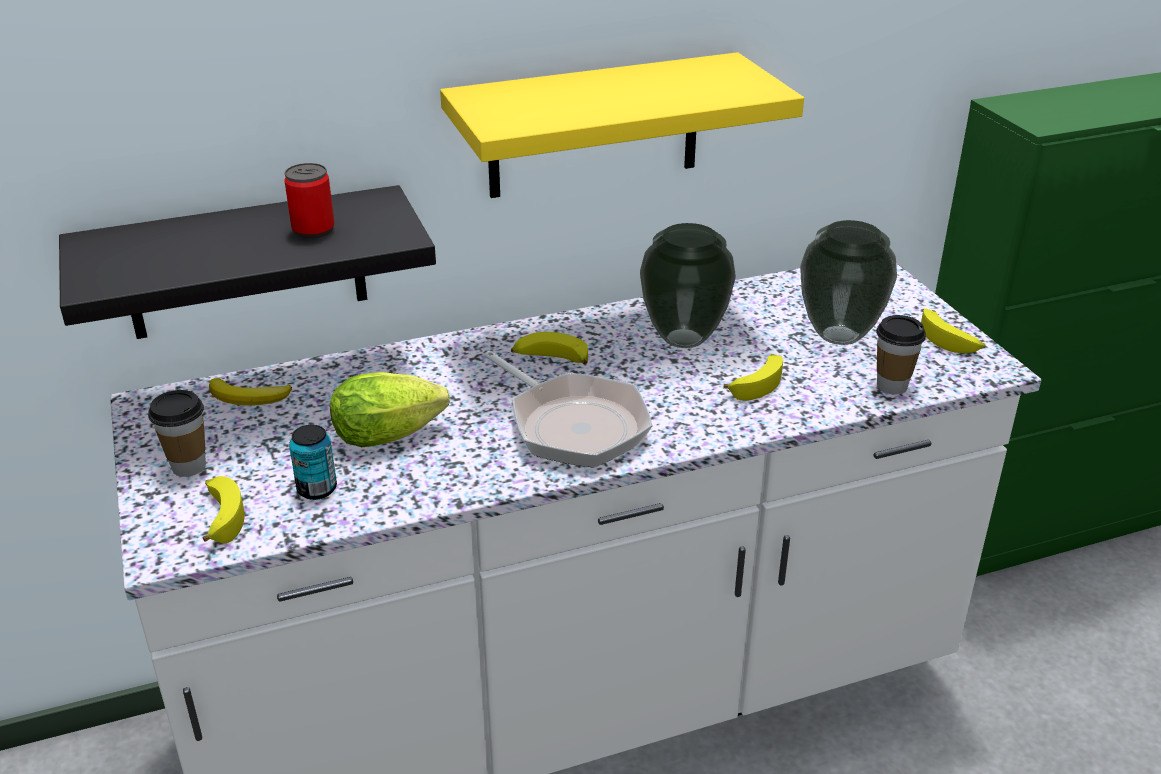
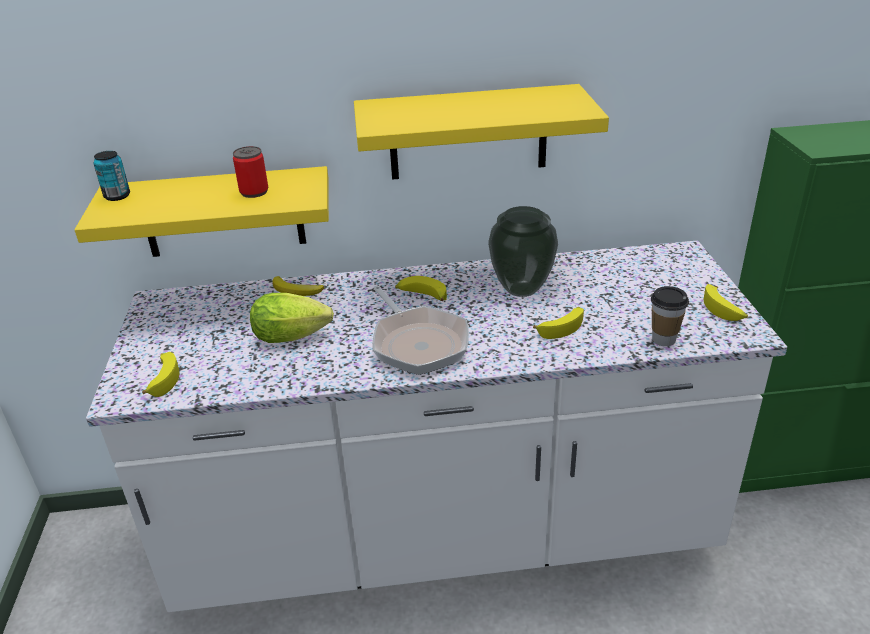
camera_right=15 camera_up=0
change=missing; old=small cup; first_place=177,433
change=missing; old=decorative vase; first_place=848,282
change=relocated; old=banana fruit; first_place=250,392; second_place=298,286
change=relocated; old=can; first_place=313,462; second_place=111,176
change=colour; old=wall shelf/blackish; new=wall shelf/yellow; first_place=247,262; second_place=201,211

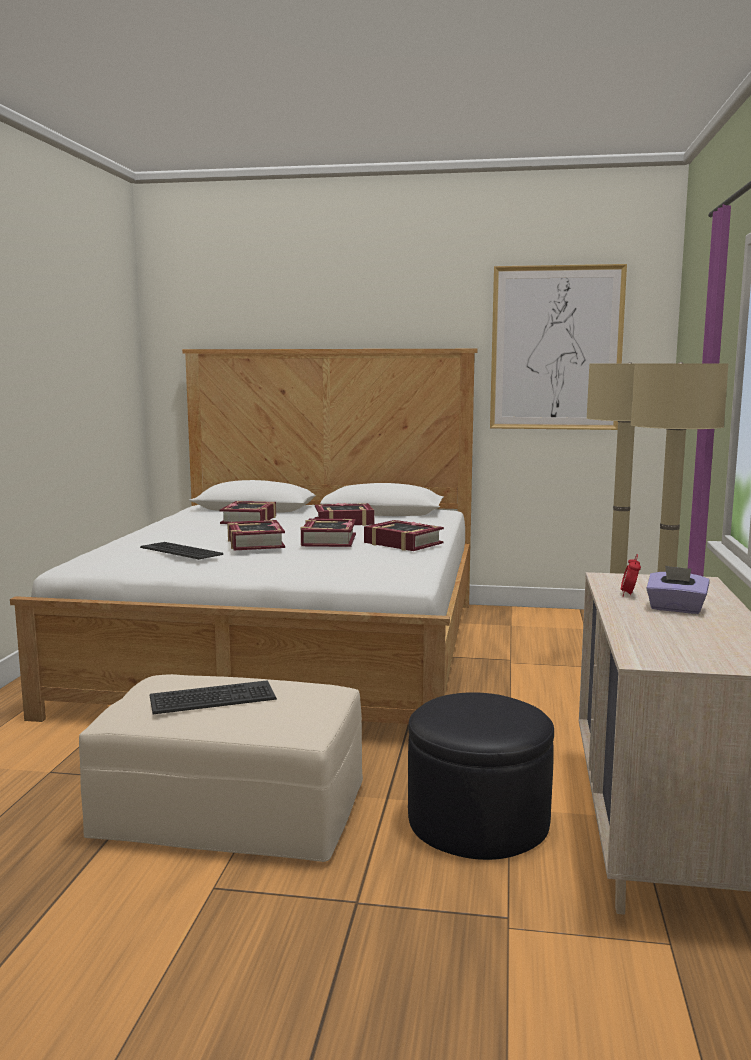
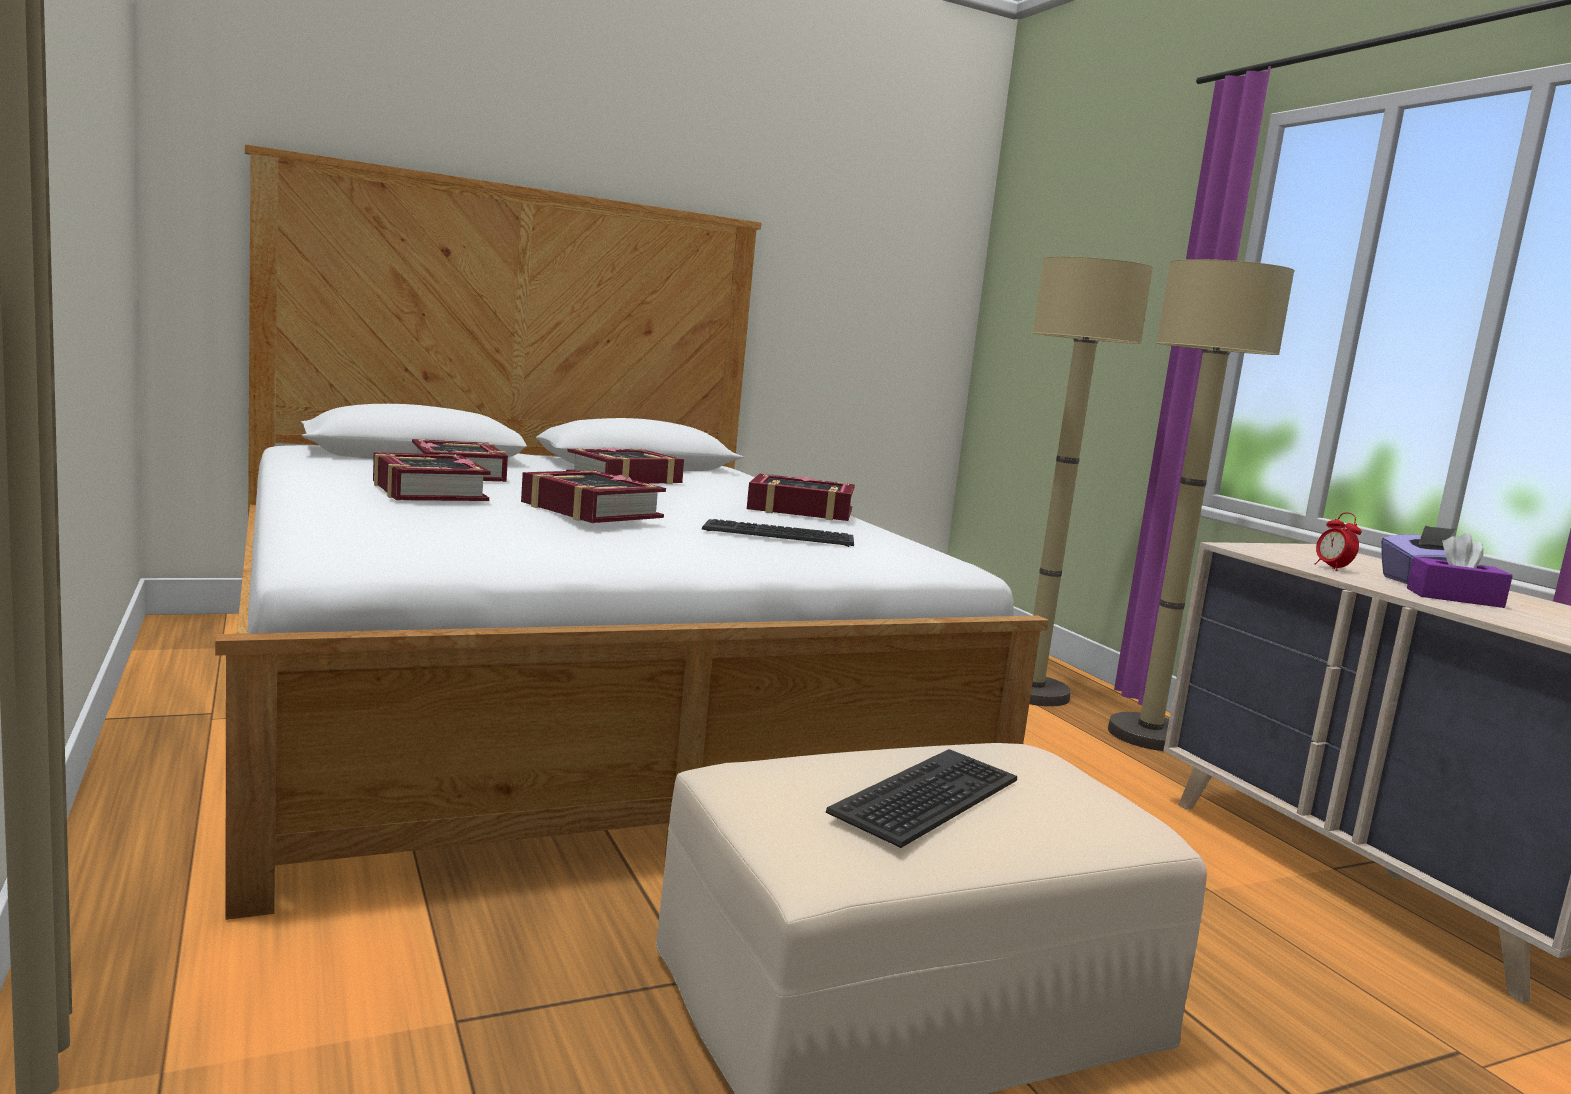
camera_right=-35 camera_up=0
change=missing; old=pouffe/blackish; first_place=481,776
change=missing; old=wall picture; first_place=558,347
change=appeared; new=tissue box/purple-coloured; second_place=1460,570
change=relocated; old=PC keyboard; first_place=181,551; second_place=778,533
change=relocated; old=volume; first_place=328,532; second_place=432,476

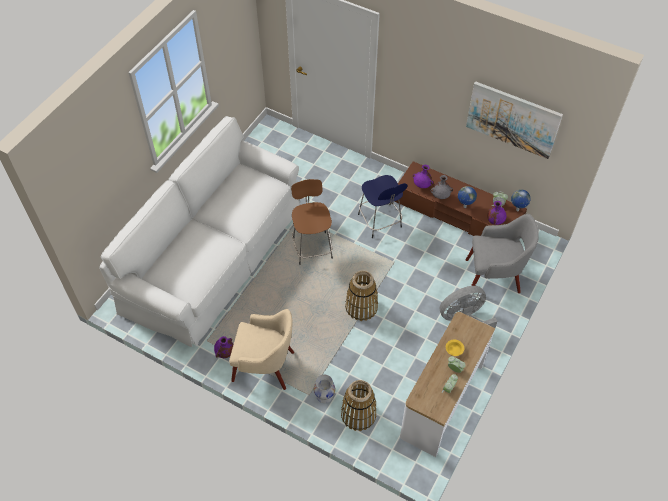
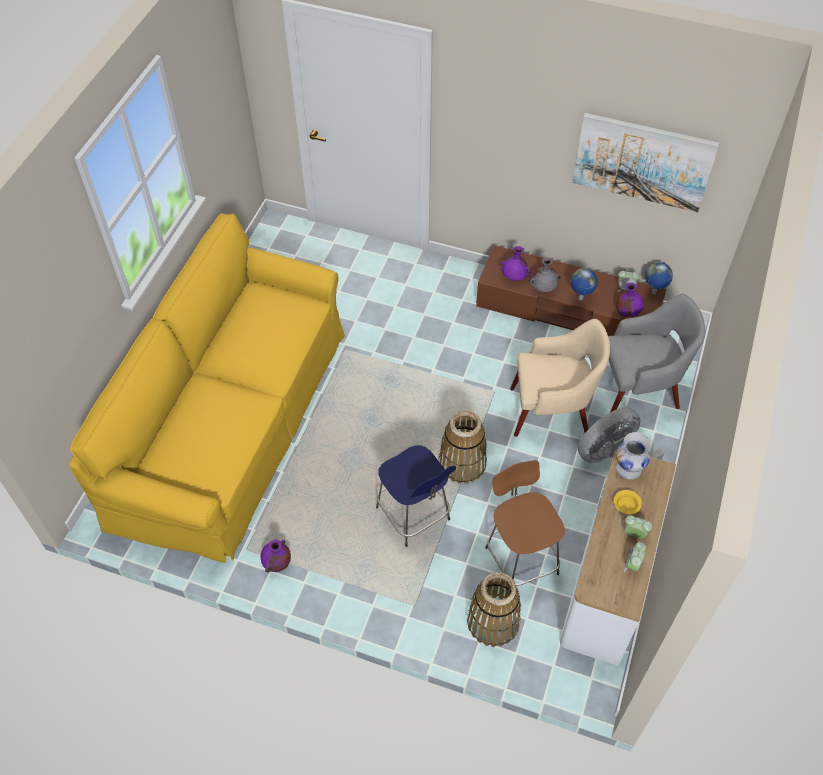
camera_right=-10 camera_up=0
change=relocated; old=armchair/sand-coloured; first_place=261,349; second_place=560,378
change=relocated; old=sitting stool/brown-coloured; first_place=312,222; second_place=525,526
change=relocated; old=decorative vase/white-coloured; first_place=324,389; second_place=633,455
change=relocated; old=sitting stool/blue-coloured; first_place=383,206; second_place=416,496
change=colour; old=couch/white-coloured; new=couch/yellow; first_place=199,231; second_place=207,388

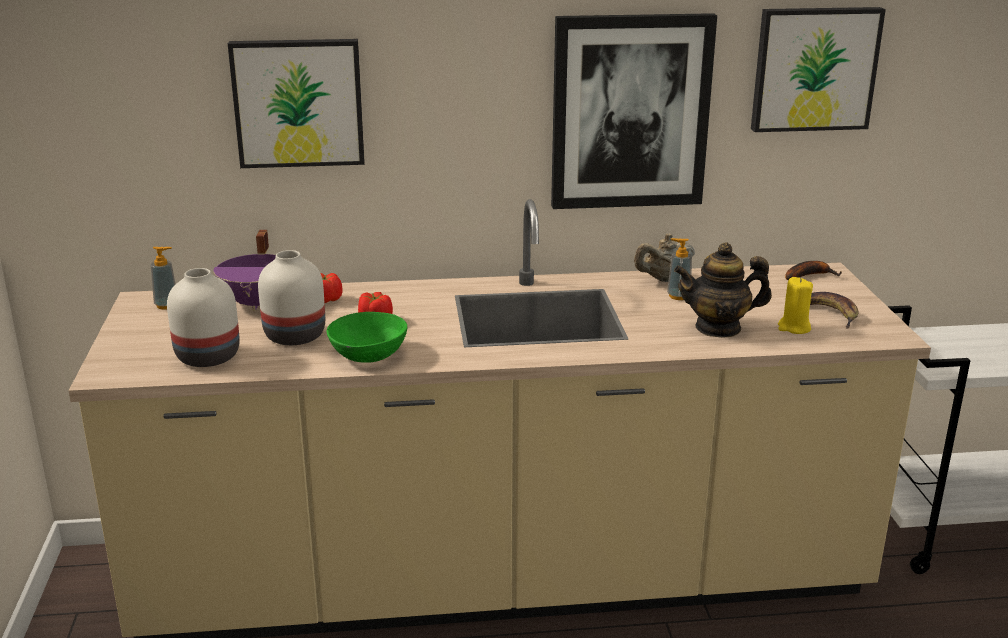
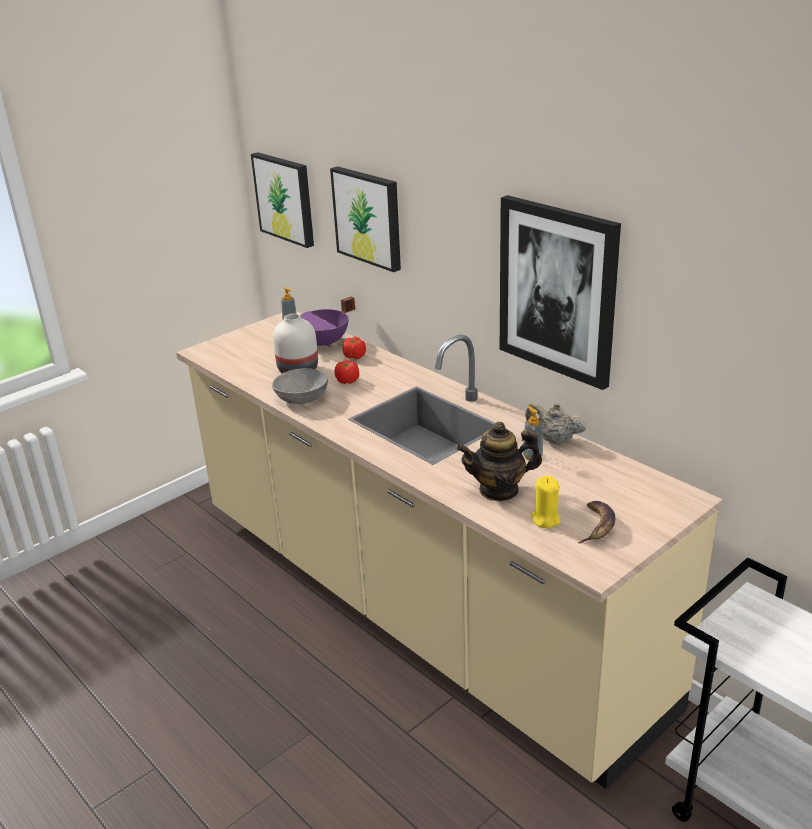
camera_right=55 camera_up=5
change=missing; old=decorative vase/white-coloured; first_place=203,317
change=missing; old=banana fruit; first_place=813,270
change=relocated; old=wall picture; first_place=818,69; second_place=282,200
change=colour; old=bowl/green-coloured; new=bowl/grey; first_place=366,337; second_place=300,386
change=spun; old=pot for tea; first_place=723,290; second_place=499,461; degrees=-60

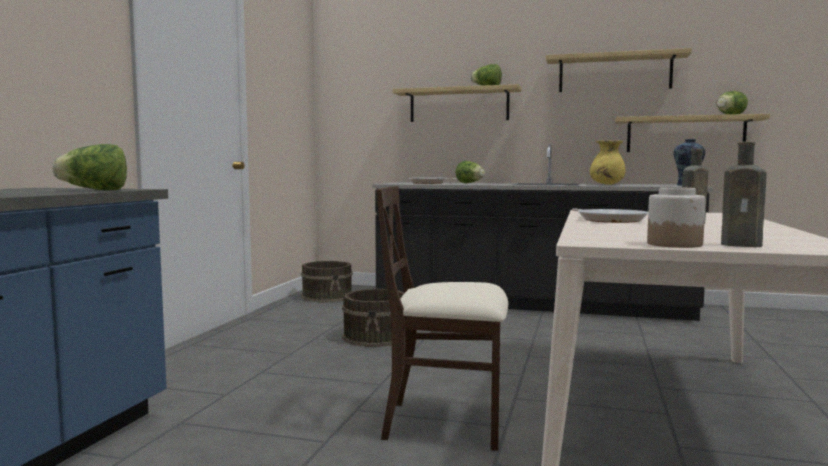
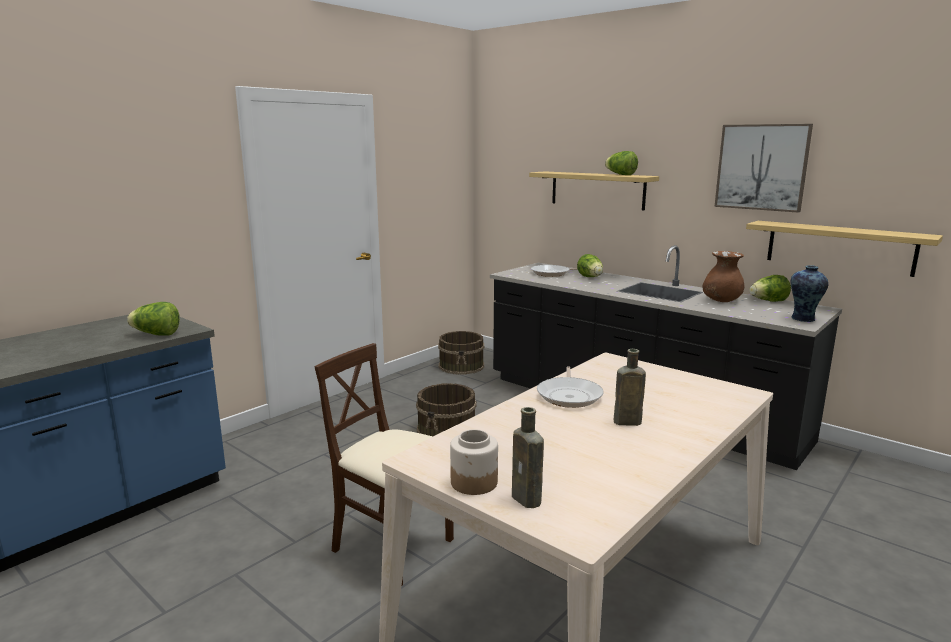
camera_right=25 camera_up=10
change=relocated; old=head of lettuce; first_place=732,103; second_place=770,288
change=exchanged; old=wall shelf; new=wall picture; first_place=619,70; second_place=763,168
change=colour; old=decorative vase/yellow; new=decorative vase/brown-coloured; first_place=607,162; second_place=723,276

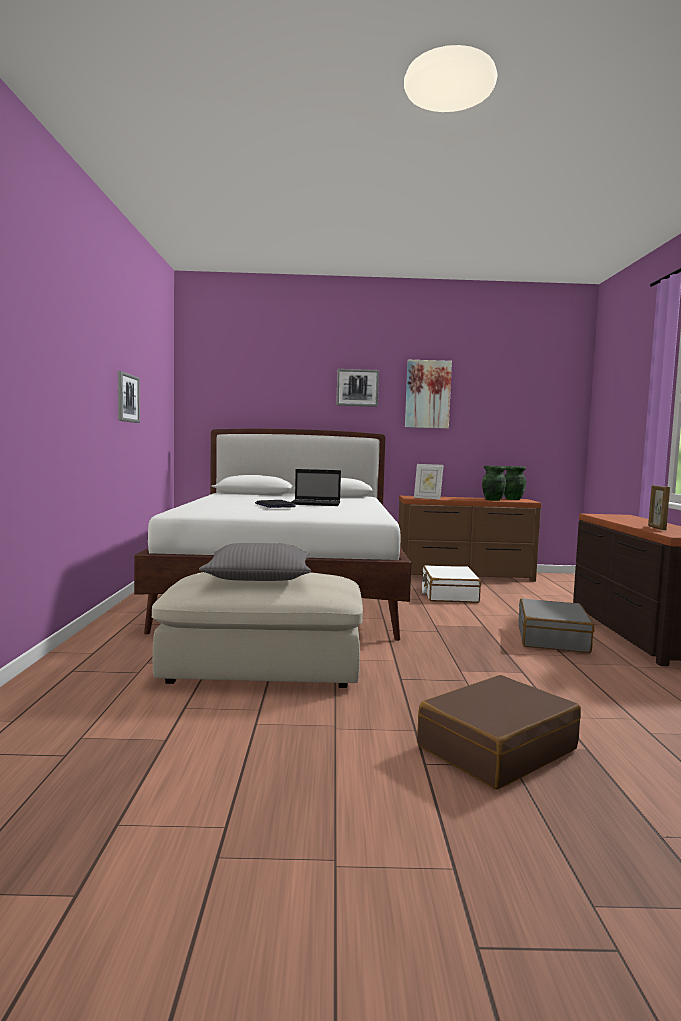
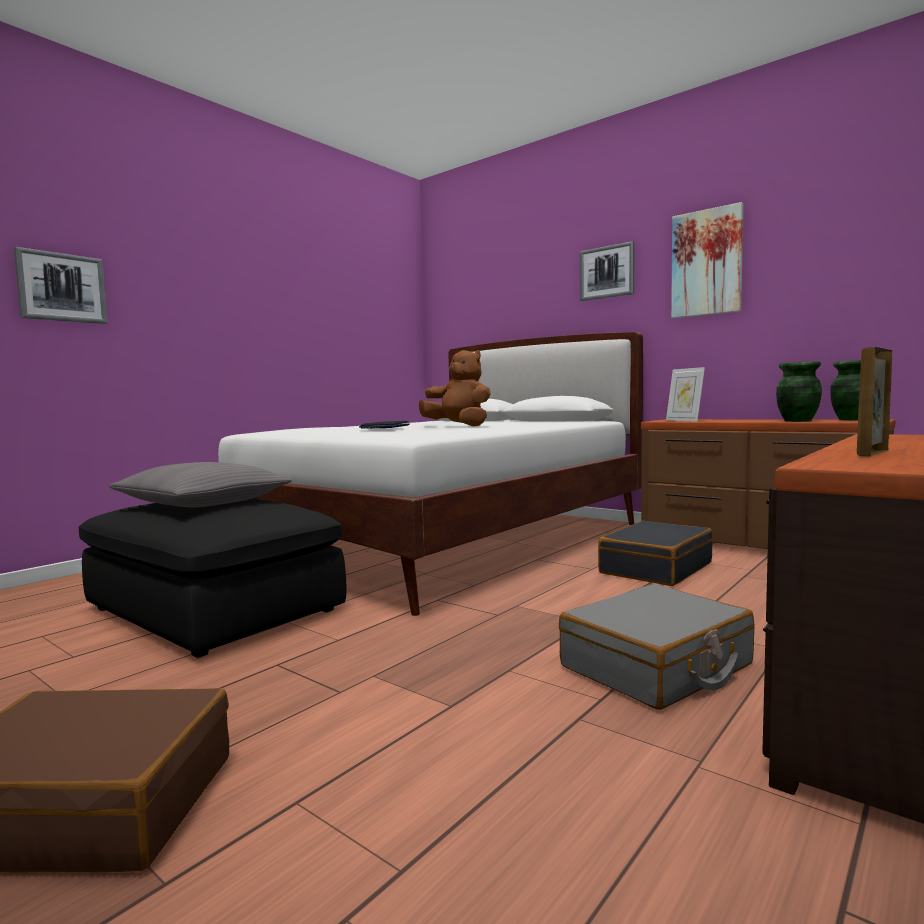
camera_right=40 camera_up=0
change=relocated; old=wall picture; first_place=129,397; second_place=61,285
change=exchanged; old=portable computer; new=cuddly toy/brown-coloured; first_place=316,487; second_place=455,388
change=colour; old=pouffe/sand-coloured; new=pouffe/blackish; first_place=257,630; second_place=212,578
change=colour; old=suitcase/white-coloured; new=suitcase/blackish; first_place=451,584; second_place=655,553

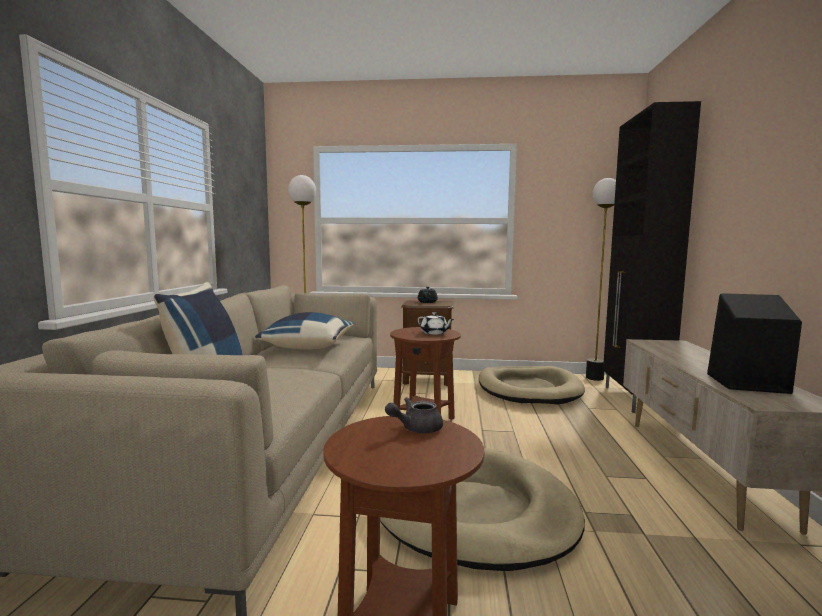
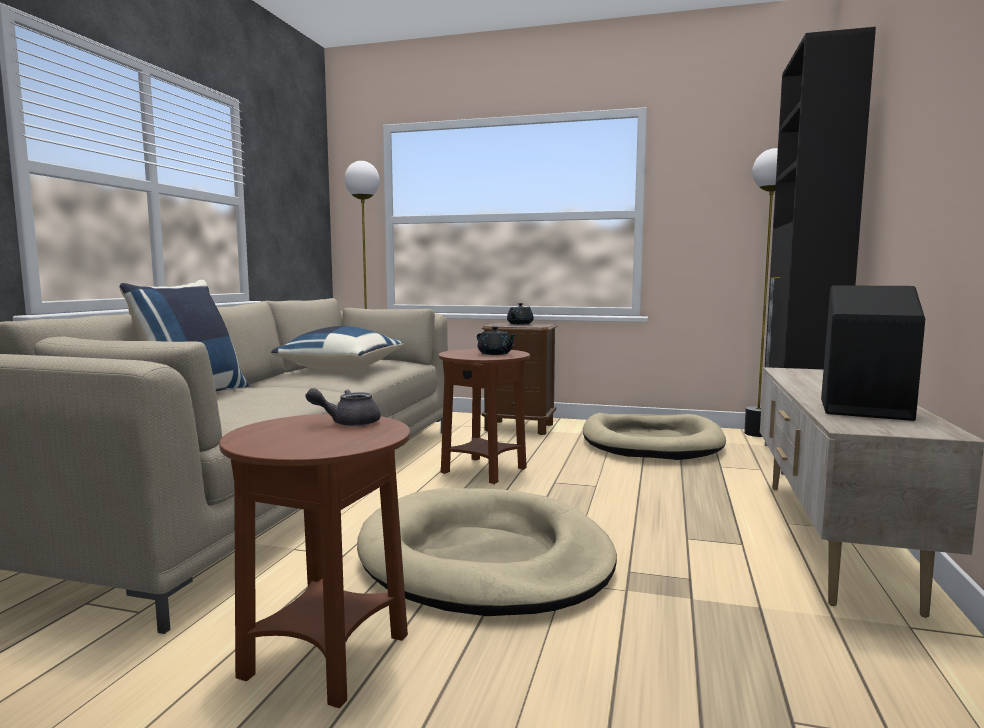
camera_right=10 camera_up=0
change=colour; old=pot for tea/white-coloured; new=pot for tea/blackish; first_place=436,323; second_place=497,340

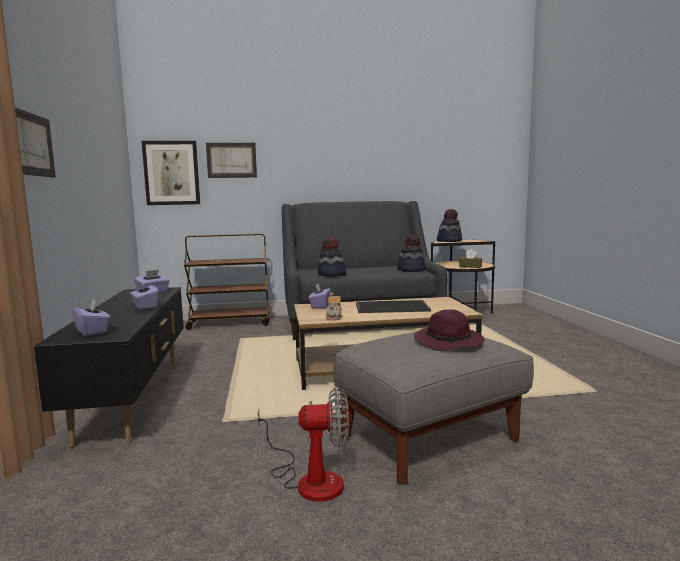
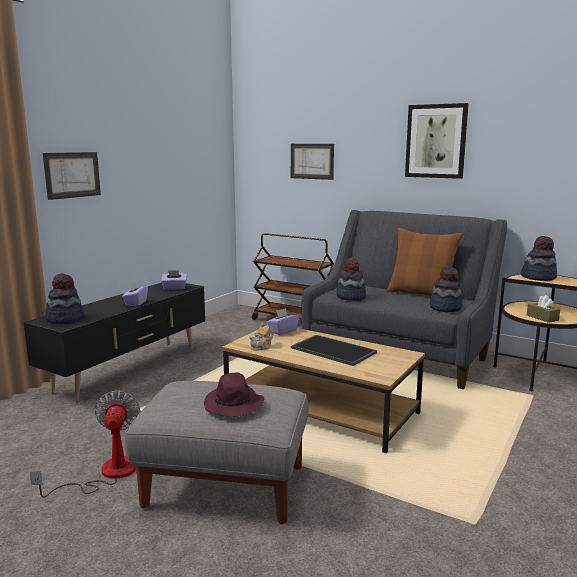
camera_right=40 camera_up=5
change=appeared; new=throw pillow/brown-coloured; second_place=424,261
change=relocated; old=wall picture; first_place=171,173; second_place=437,141
change=exchanged; old=tissue box/purple-coloured; new=wearable hat; first_place=91,318; second_place=64,298
change=spun; old=cooling fan; first_place=303,444; second_place=85,444; degrees=-135

